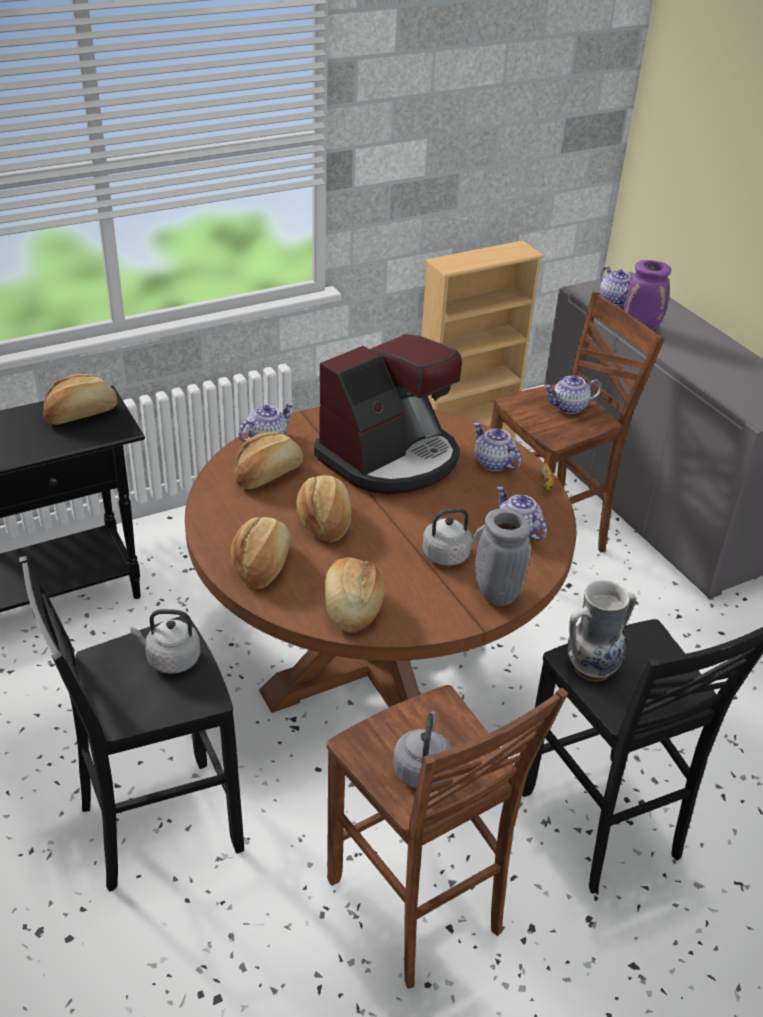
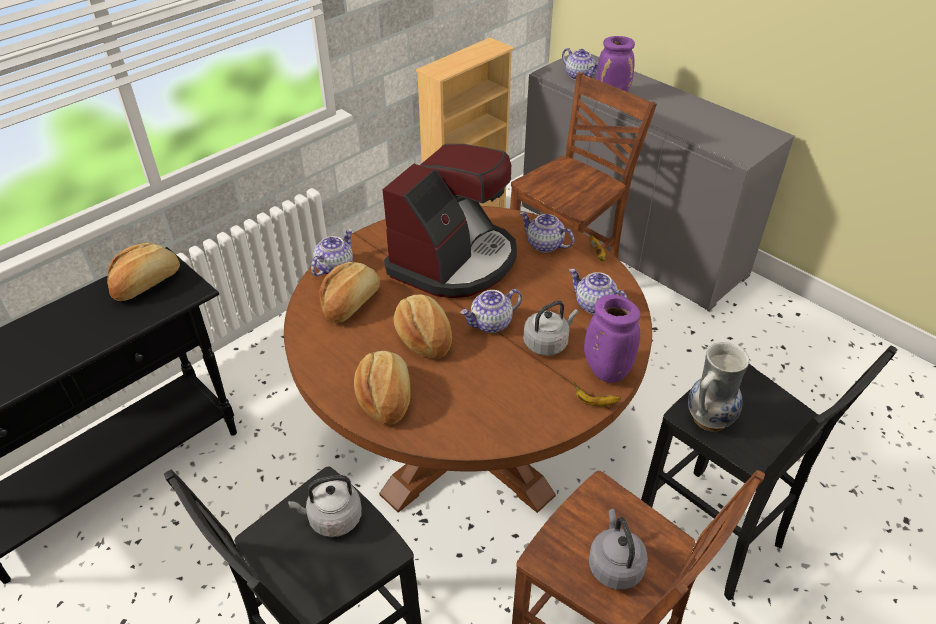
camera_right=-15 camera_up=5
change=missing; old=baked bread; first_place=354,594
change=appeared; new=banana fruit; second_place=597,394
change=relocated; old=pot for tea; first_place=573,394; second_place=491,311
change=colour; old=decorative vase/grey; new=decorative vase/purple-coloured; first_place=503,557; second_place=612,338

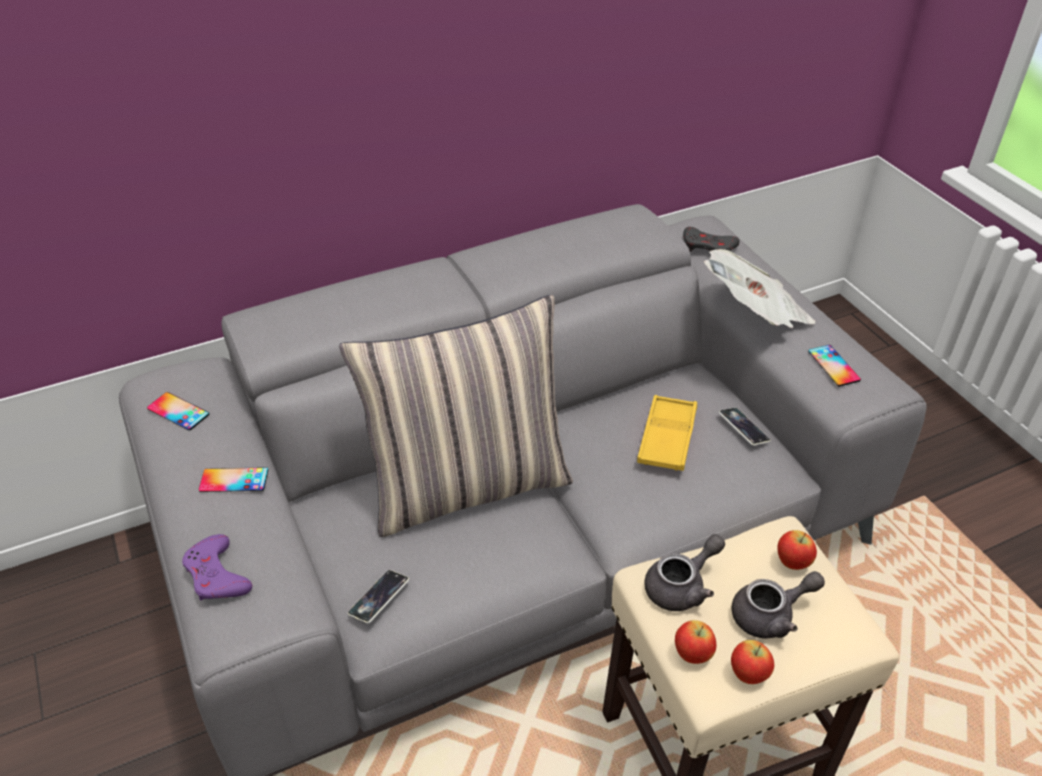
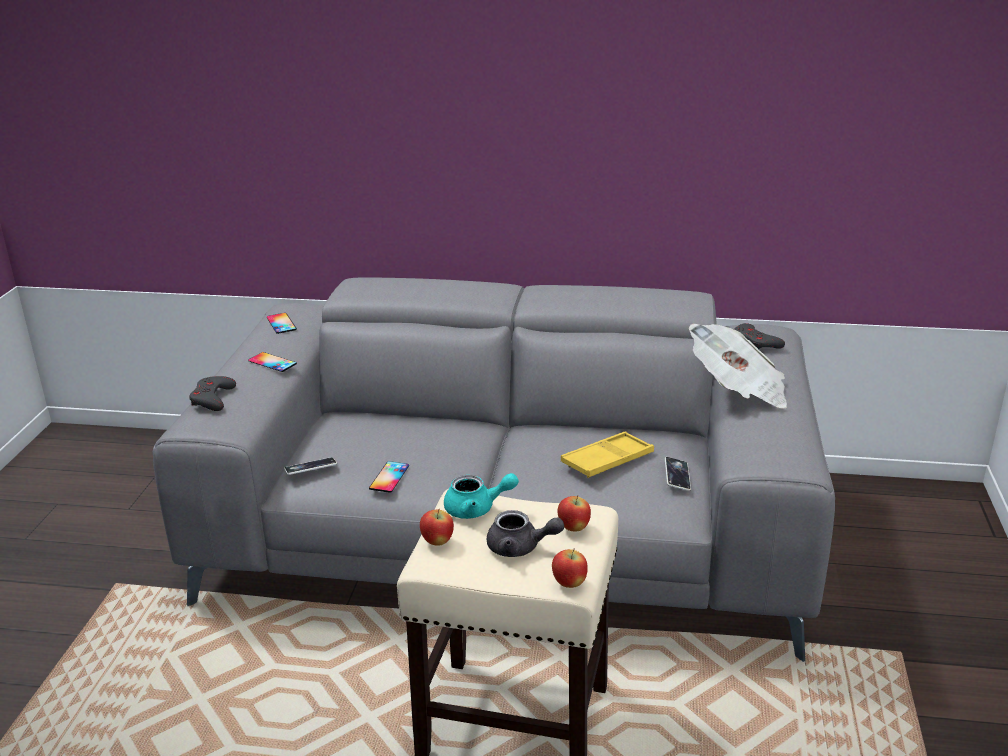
camera_right=35 camera_up=-15
change=missing; old=throw pillow; first_place=456,416
change=relocated; old=apple; first_place=752,662; second_place=570,568
change=relocated; old=handset; first_place=834,366; second_place=389,477
change=colour; old=game controller/purple-coloured; new=game controller/grey; first_place=217,567; second_place=212,393
change=colour; old=pot for tea/grey; new=pot for tea/turquoise-coloured; first_place=684,572; second_place=481,496

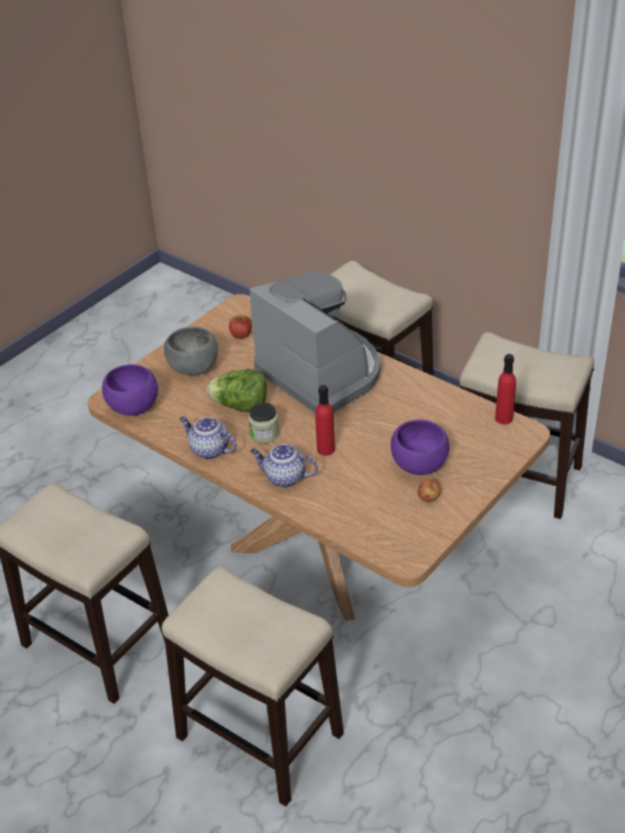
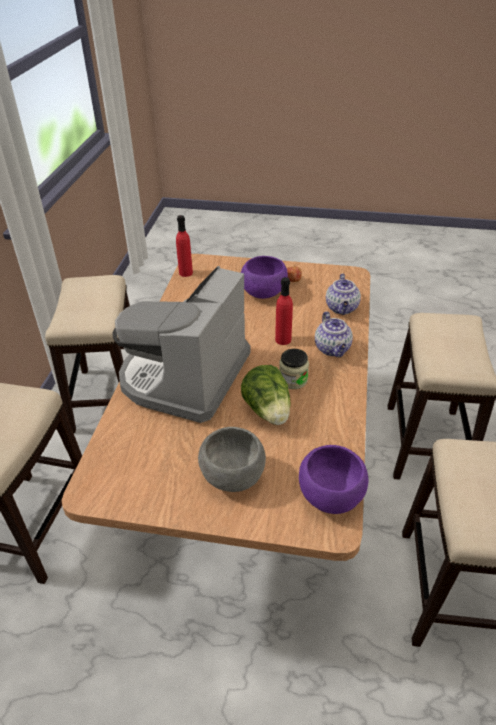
camera_right=-120 camera_up=0
change=missing; old=apple; first_place=240,326
change=relocated; old=pot for tea; first_place=208,437; second_place=343,294

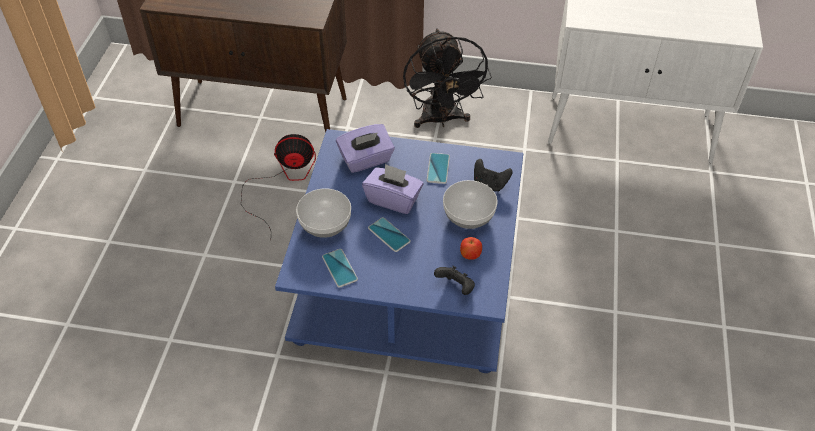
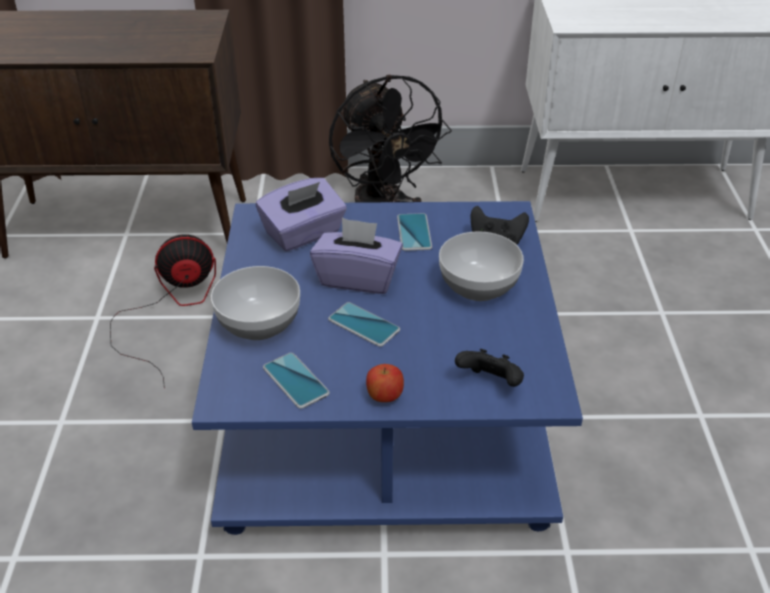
camera_right=-10 camera_up=-10
change=relocated; old=apple; first_place=471,248; second_place=385,383

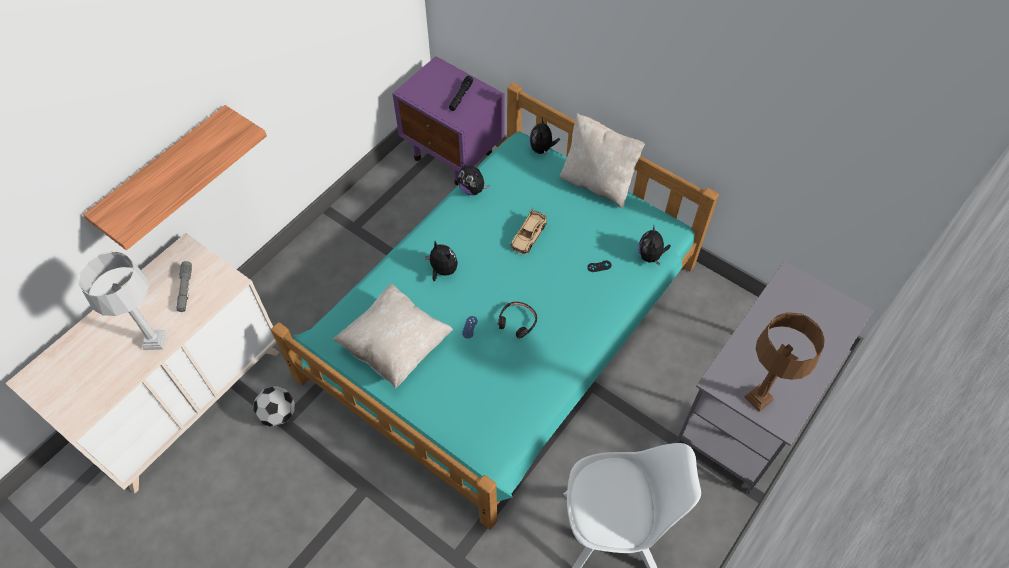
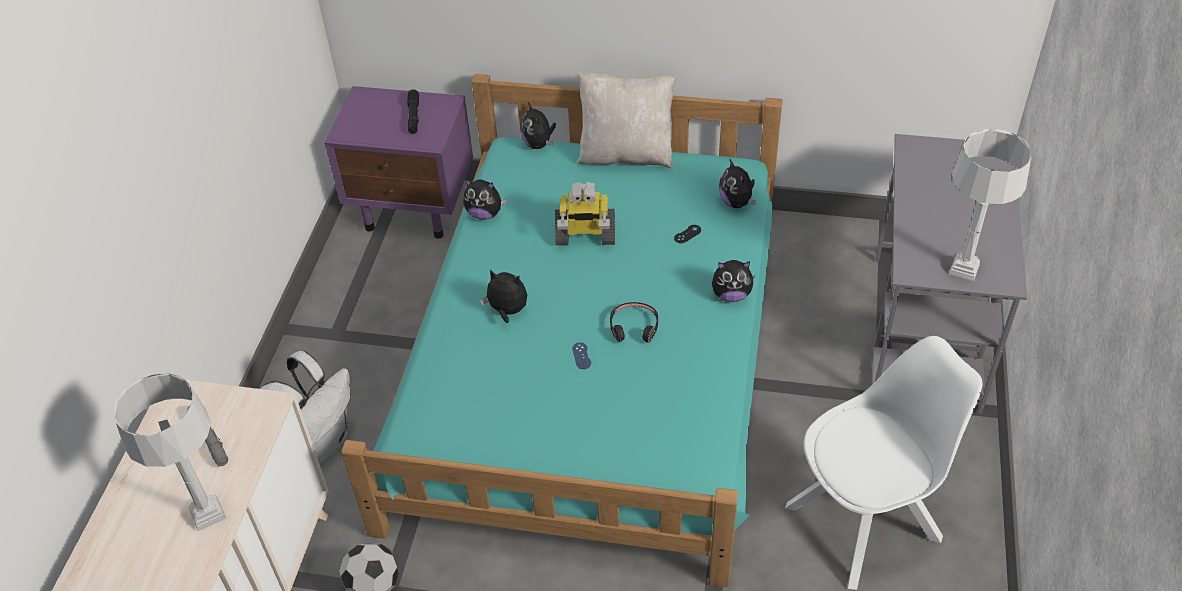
camera_right=-25 camera_up=-10
change=missing; old=wall shelf; first_place=175,177
change=missing; old=throw pillow/sand-coloured; first_place=392,336
change=appeared; new=knapsack/white-coloured; second_place=305,408
change=appeared; new=cuddly toy; second_place=733,281
change=exchanged; old=model car/sand-coloured; new=toy robot; first_place=528,231; second_place=585,213
change=colour; old=tabletop lamp/brown-coloured; new=tabletop lamp/grey; first_place=784,362; second_place=990,205

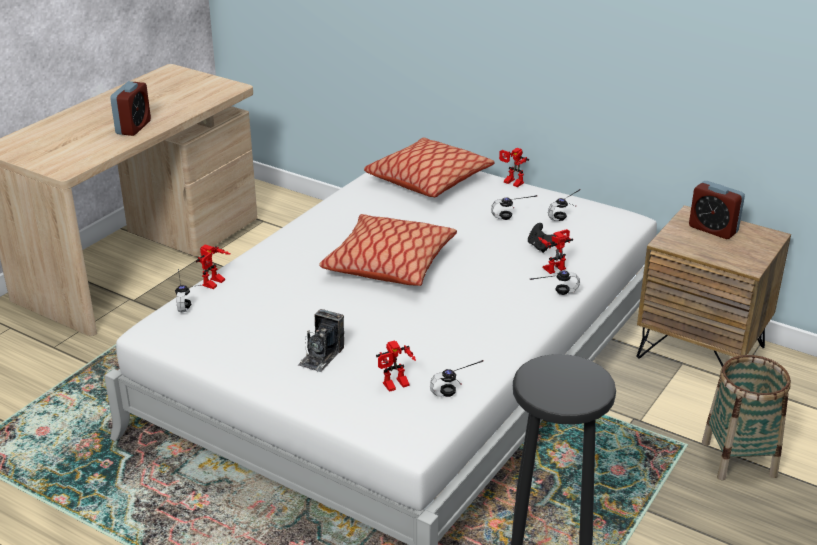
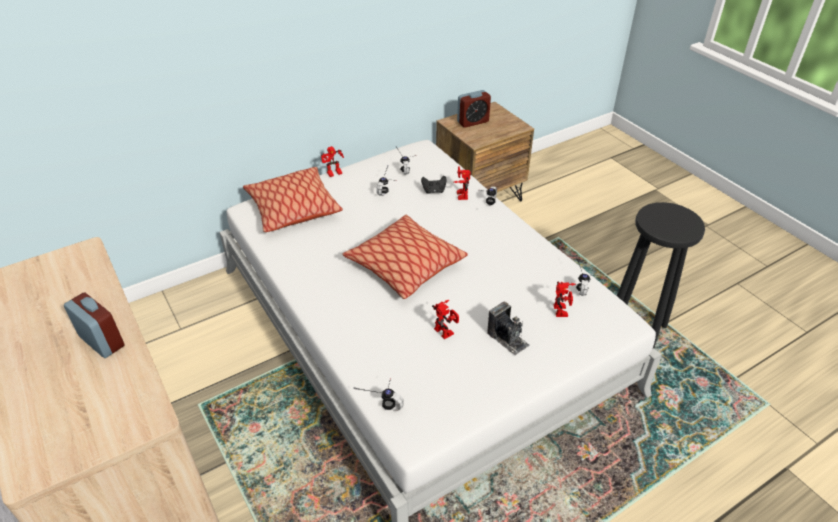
camera_right=-65 camera_up=10
change=missing; old=storage basket; first_place=746,418
change=relocated; old=toy robot; first_place=213,267; second_place=445,319

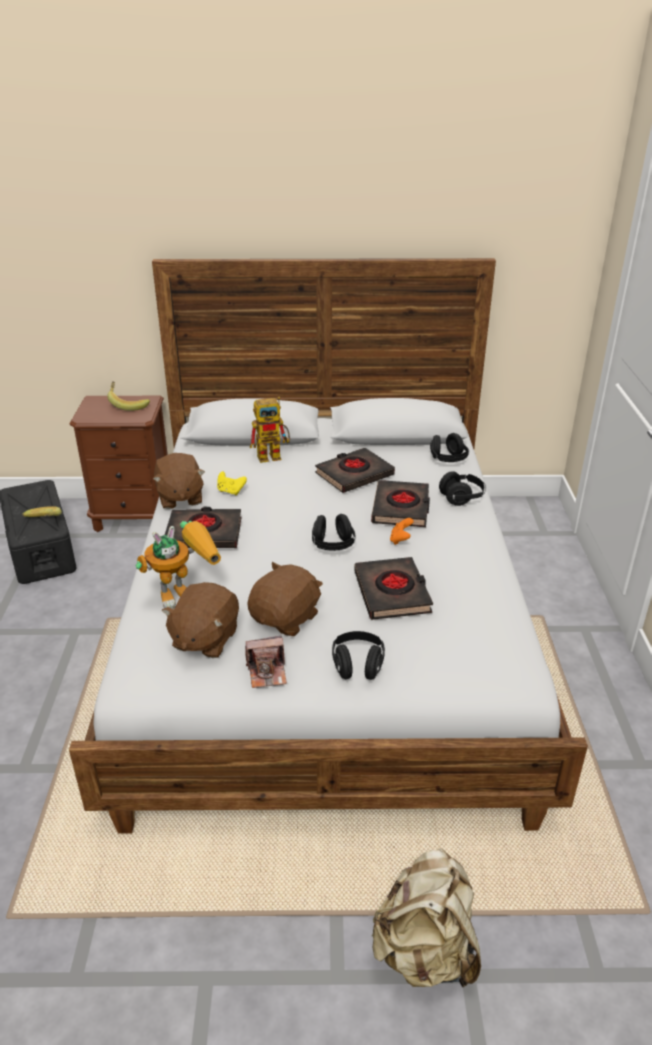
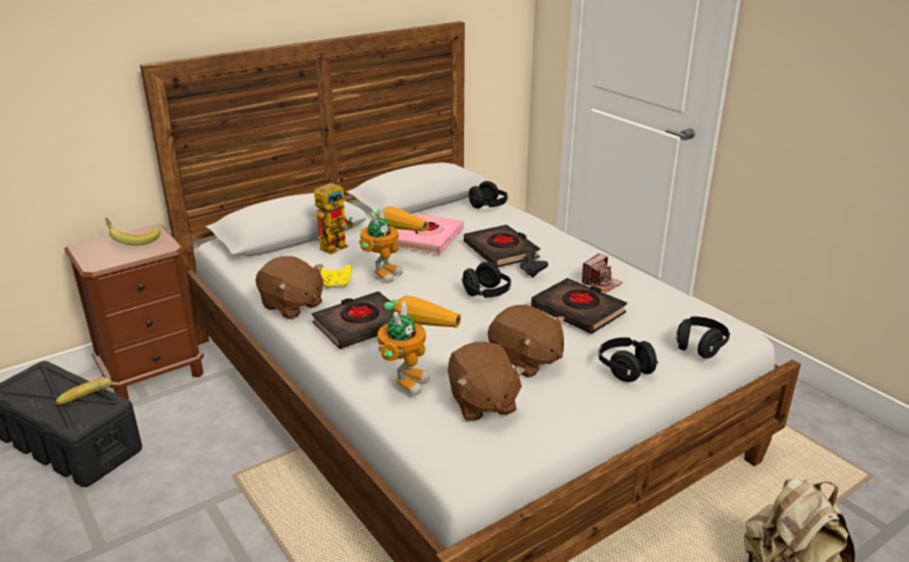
camera_right=-35 camera_up=-5
change=appeared; new=toy robot; second_place=393,244
change=relocated; old=photo camera; first_place=266,662; second_place=602,272
change=relocated; old=pair of headphones/blackish; first_place=462,488; second_place=703,337
change=colour; old=volume/blackish; new=volume/pink-coloured; first_place=355,470; second_place=429,234
change=colour; old=game controller/orangey; new=game controller/blackish; first_place=402,531; second_place=534,264
change=spun; old=cuddly toy/brown-coloured; first_place=285,599; second_place=526,340; degrees=135

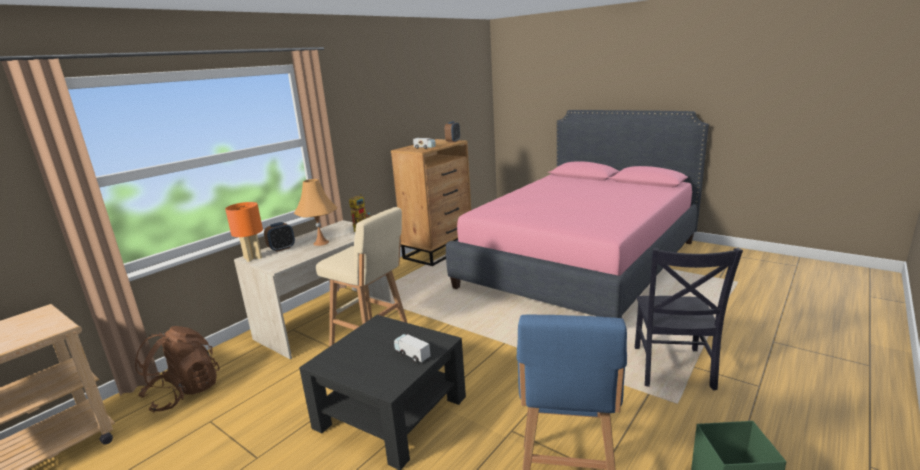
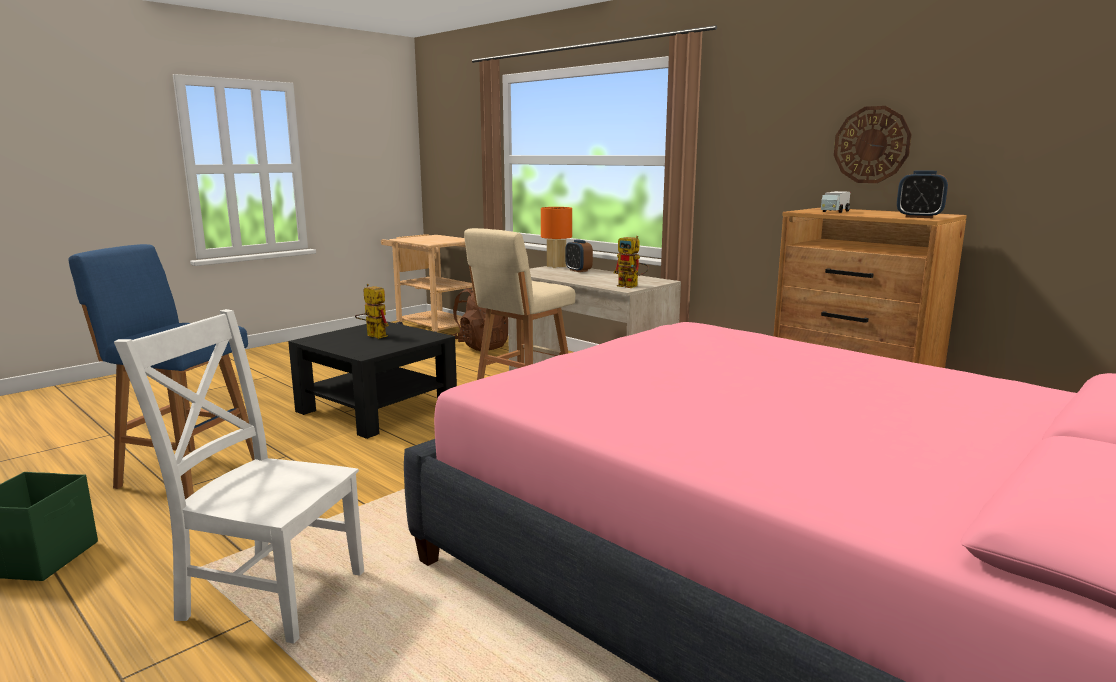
camera_right=95 camera_up=-5
change=missing; old=tabletop lamp/orangey; first_place=315,212
change=missing; old=toy truck; first_place=412,348
change=appeared; new=toy robot; second_place=372,311
change=appeared; new=clock on the wall; second_place=873,144
change=colour; old=plain chair/blackish; new=plain chair/white-coloured; first_place=689,319; second_place=239,476

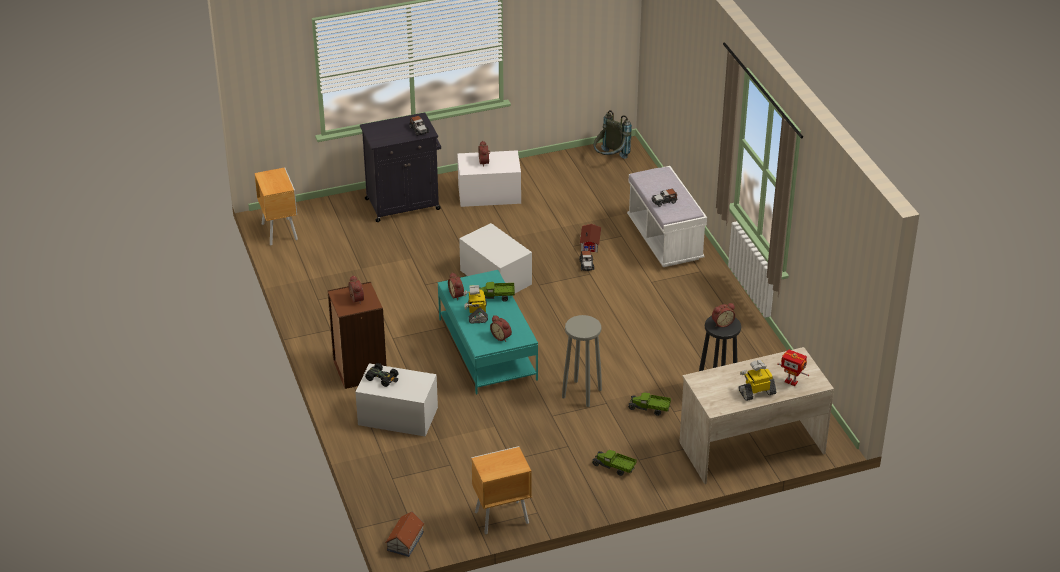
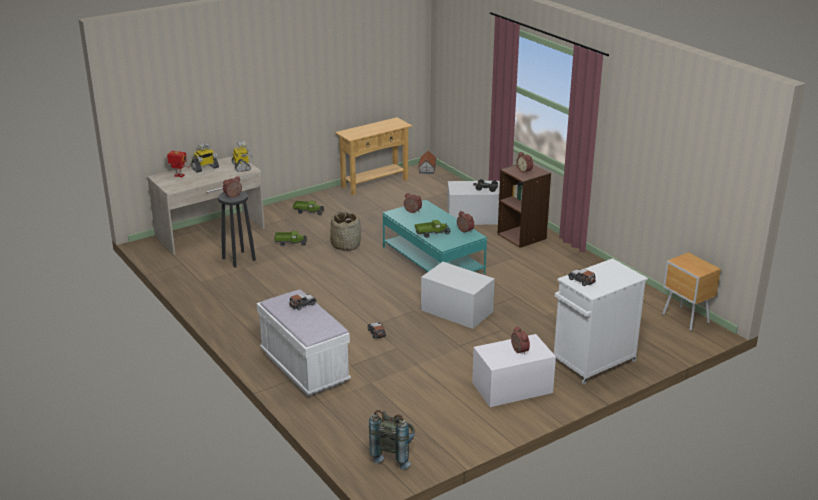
camera_right=165 camera_up=-10
change=missing; old=model house; first_place=590,238
change=relocated; old=toy robot; first_place=476,304; second_place=242,156
change=exchanged; old=night table/brown-coloured; new=console table/sand-coloured; first_place=501,490; second_place=373,156
change=exchanged; old=sitting stool/grey; new=storage basket; first_place=582,361; second_place=345,230
change=colour; old=storage cabinet/blackish; new=storage cabinet/white-coloured; first_place=400,167; second_place=601,321

